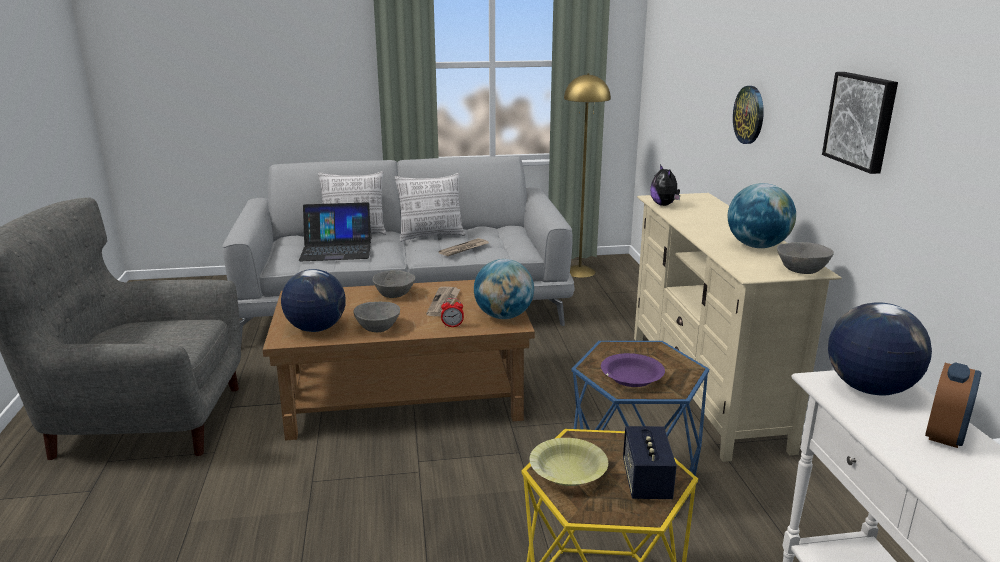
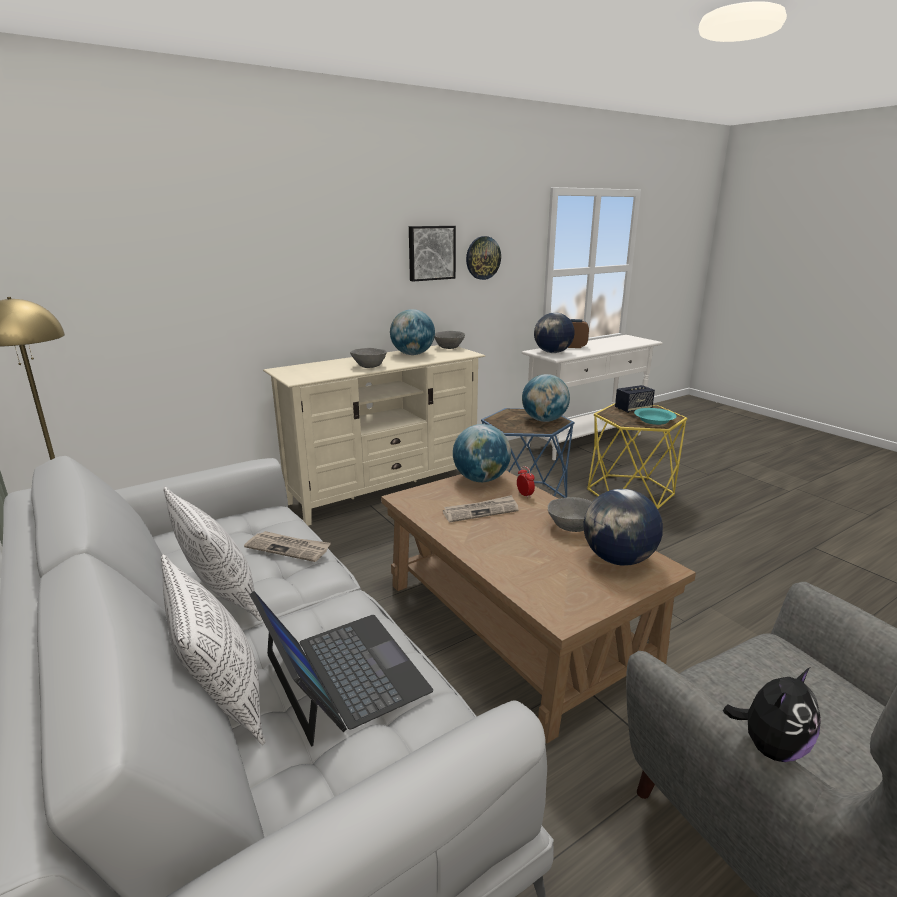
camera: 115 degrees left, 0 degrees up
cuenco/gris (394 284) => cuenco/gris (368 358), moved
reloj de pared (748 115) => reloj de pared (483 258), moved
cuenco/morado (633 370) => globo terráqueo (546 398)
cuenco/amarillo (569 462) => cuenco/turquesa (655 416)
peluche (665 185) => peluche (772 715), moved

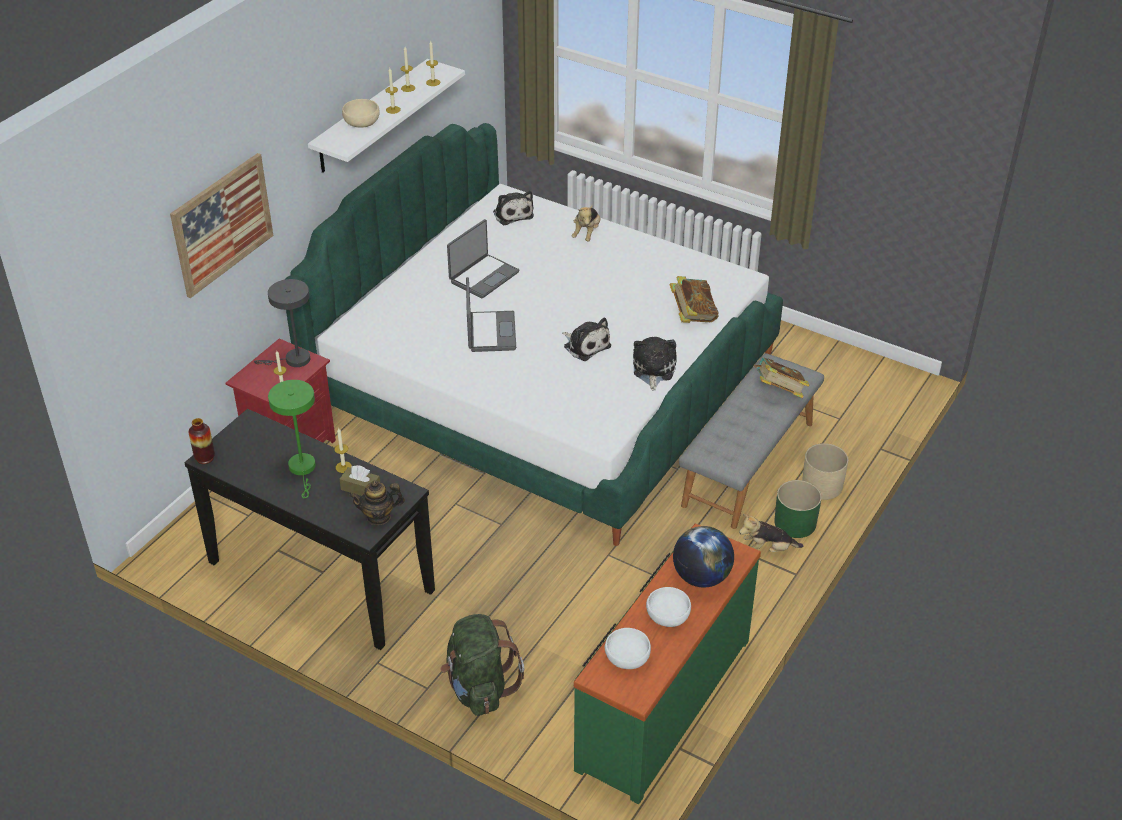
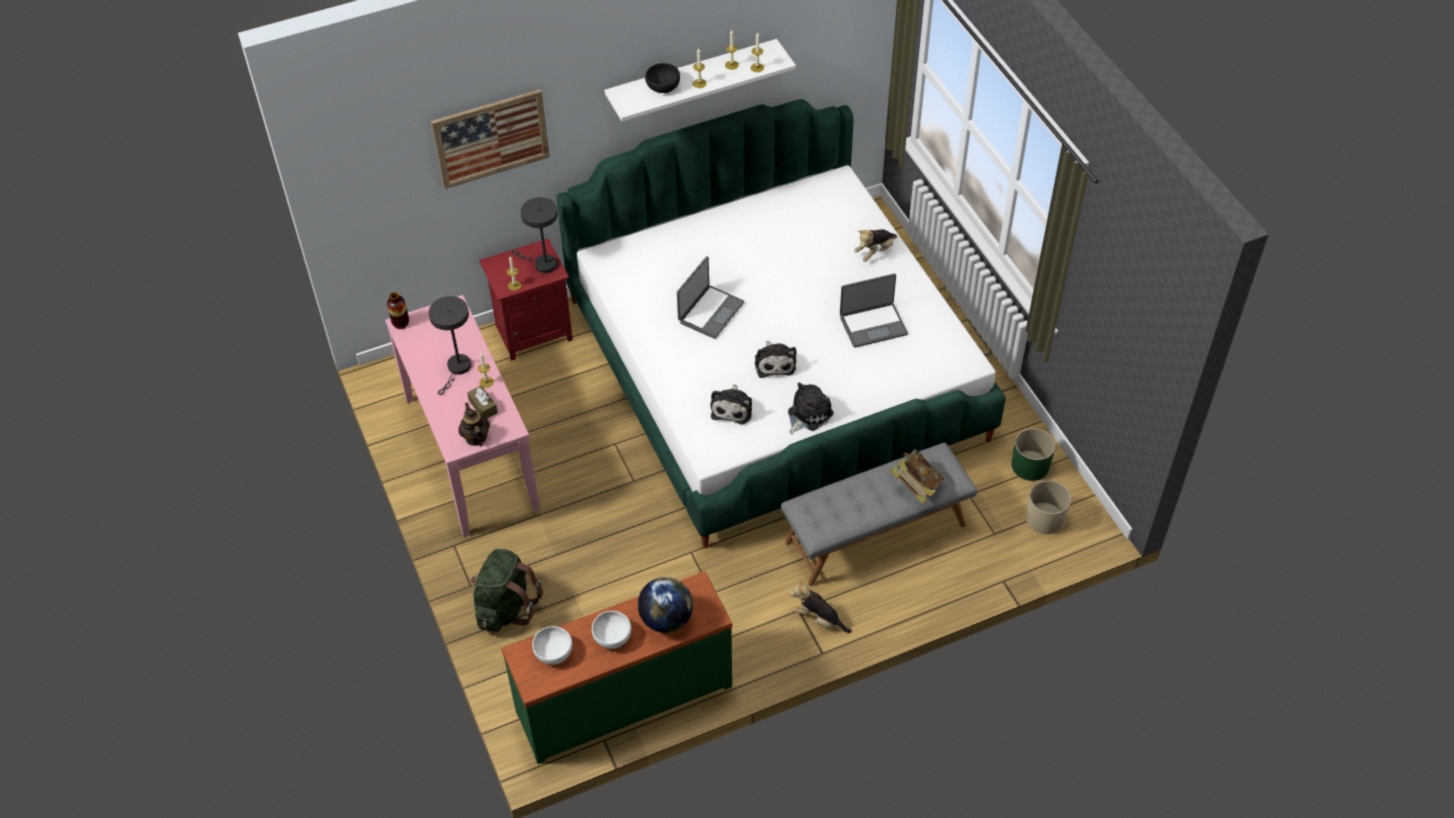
camera: 35 degrees right, 10 degrees up
mesa consola/negro (309 529) => mesa consola/rosa (462 416)
lámpara de mesa/verde (292 439) => lámpara de mesa/gris (450 345)
tetera (377 502) => tetera (474 424), 45 degrees clockwise
cuenco/beis (361 113) => cuenco/negro (662 78)
peluche (513 208) => peluche (731 405), moved
portátil (483 258) => portátil (874 310), moved
maceta/verde (798 509) => maceta/verde (1033 454), moved
maceta/beis (825 471) => maceta/beis (1048 507), moved
libro (694 299) => nothing

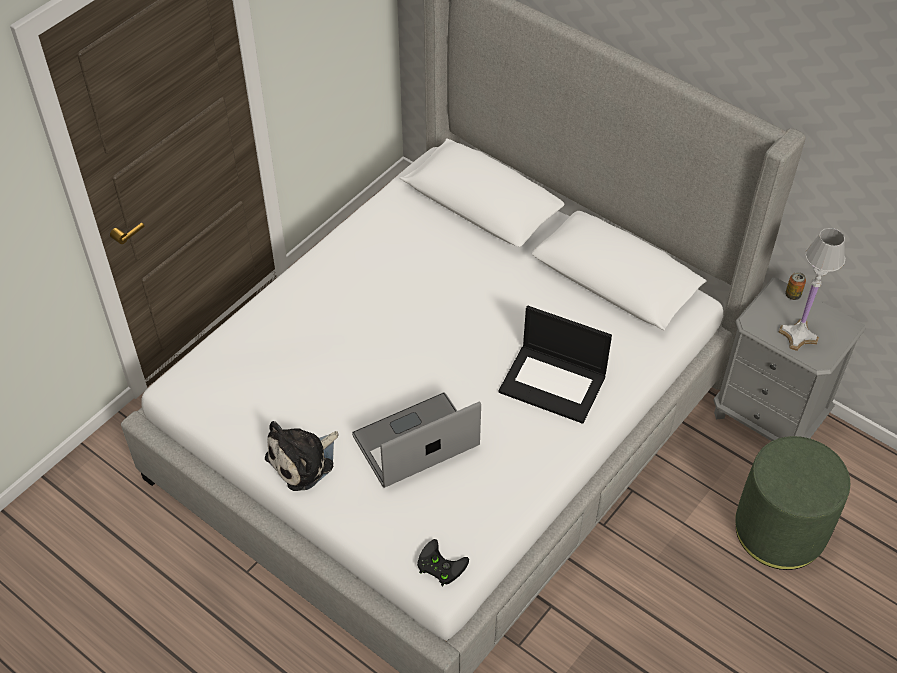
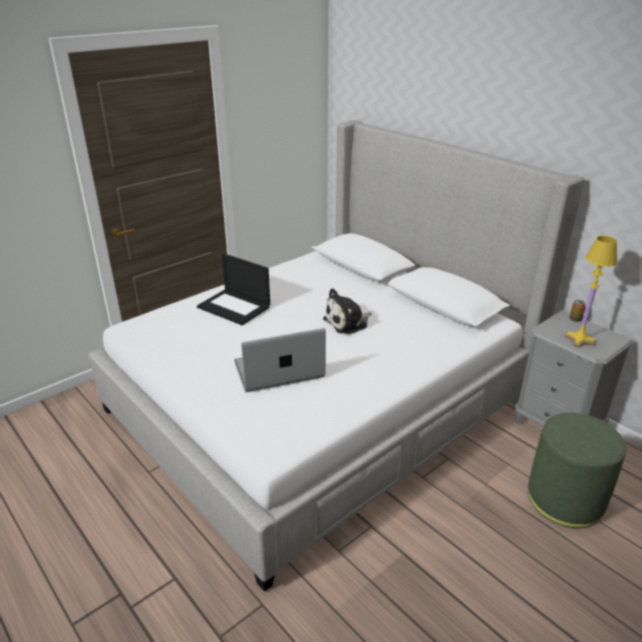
camera: 10 degrees right, 20 degrees down
portátil (555 365) => portátil (233 289), moved
peluche (301 456) => peluche (347 311), moved
lámpara de mesa/blanco (811 289) => lámpara de mesa/amarillo (591 292)
mando de consola/negro (443 562) => nothing

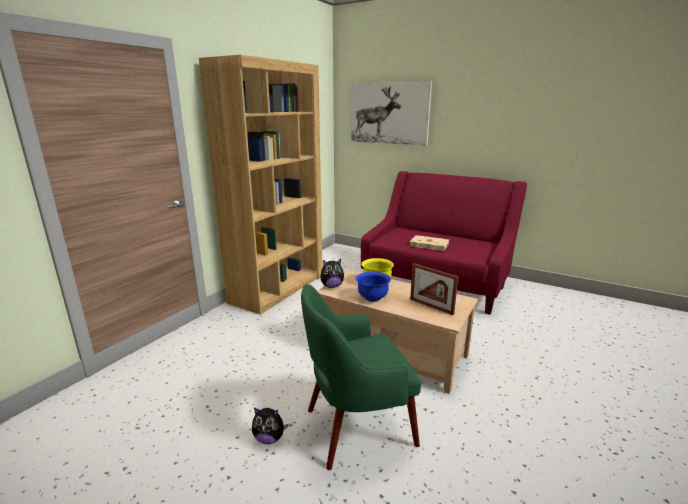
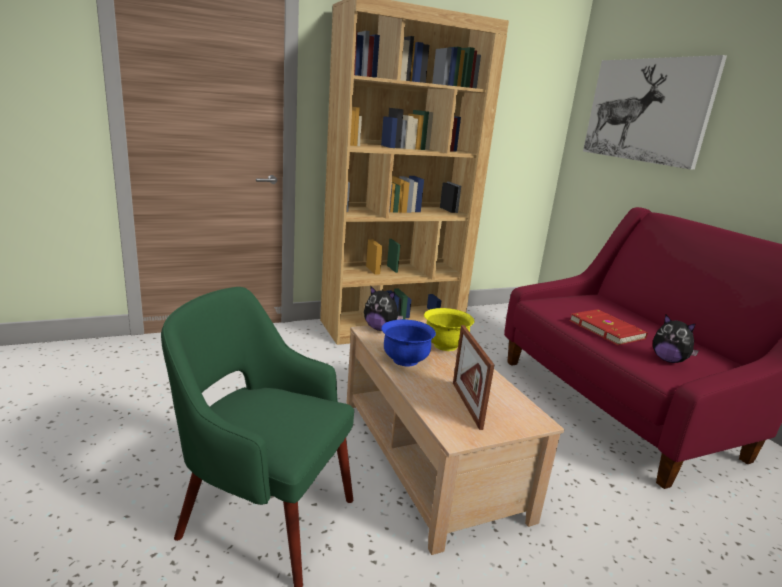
camera: 35 degrees right, 0 degrees up
libro/beis (429 243) => libro/rojo (608 327)
peluche (270 426) => peluche (676 339), moved

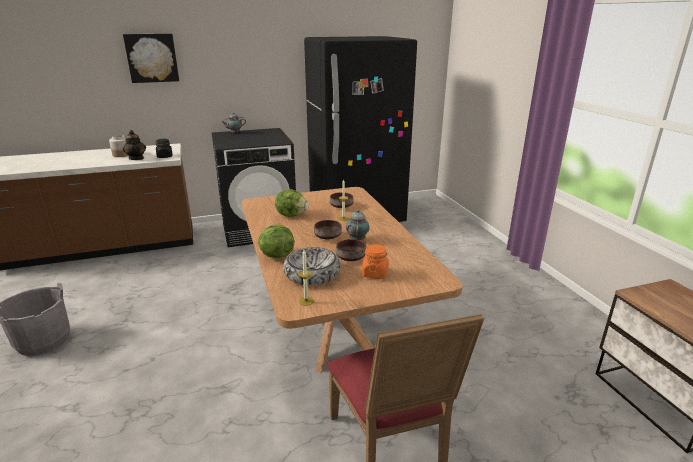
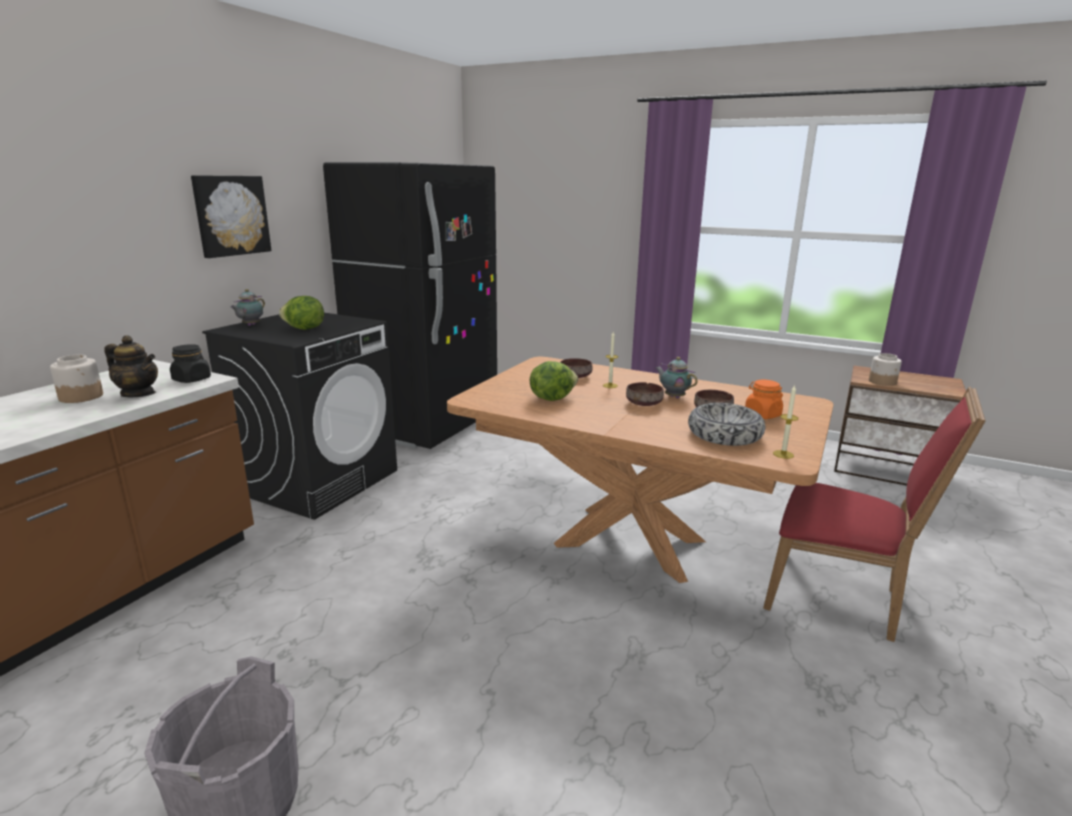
camera: 45 degrees left, 5 degrees down
cuadro (151 58) => cuadro (231 216), moved
lechuga (276 241) => lechuga (301 313), moved
nothing => tarro (885 369)

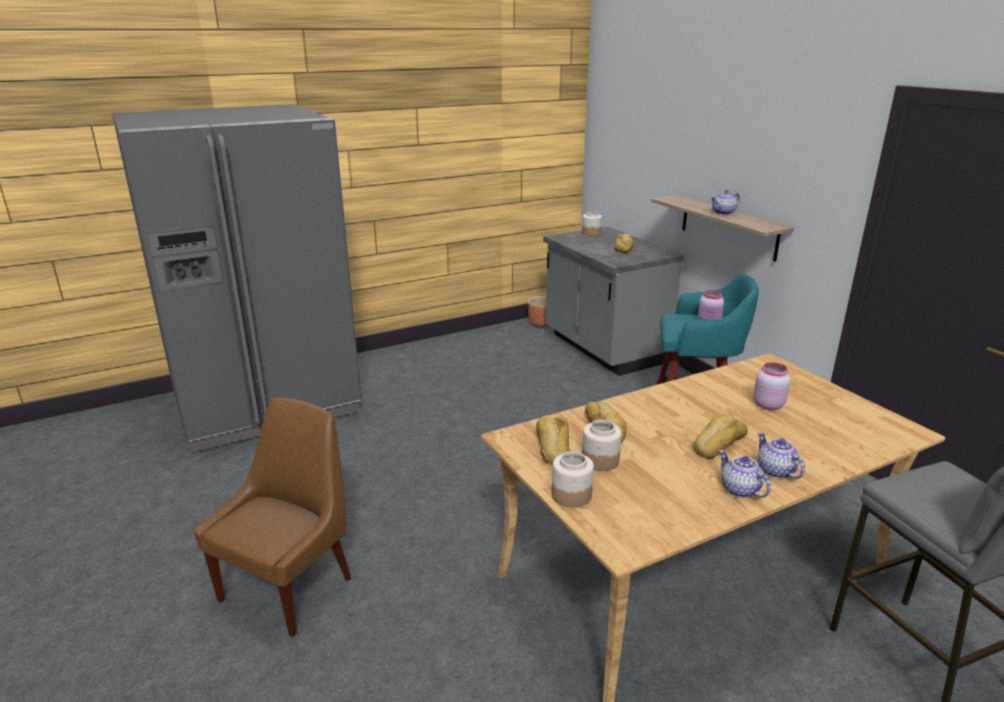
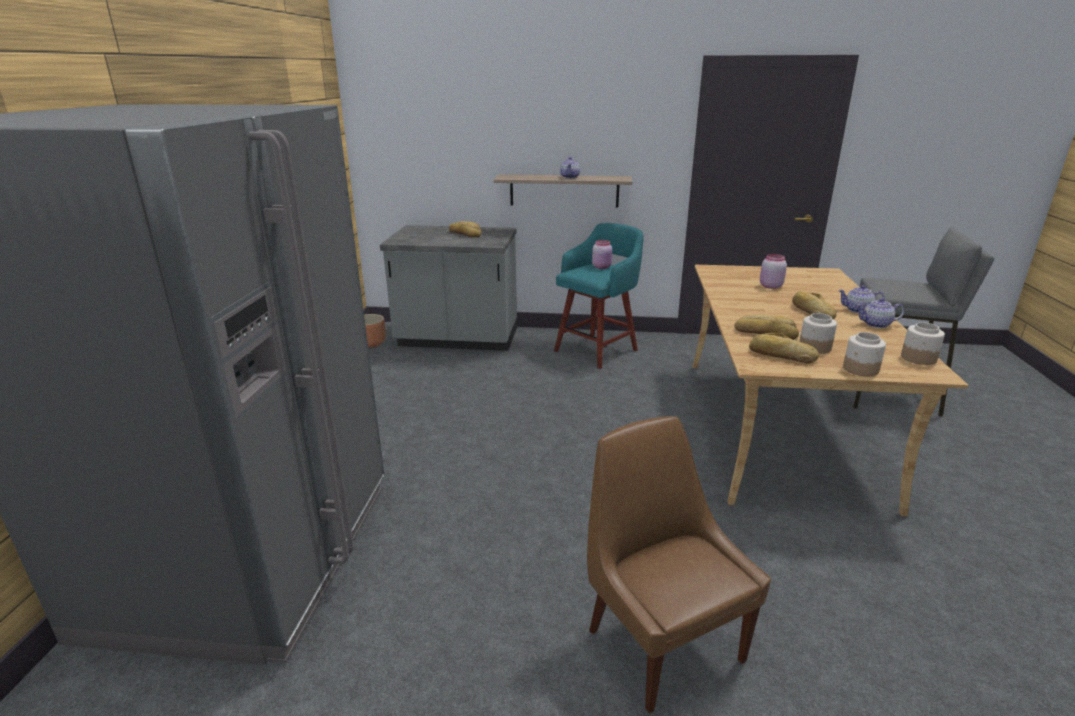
camera: 55 degrees left, 0 degrees up
tarro (592 224) => tarro (923 343), moved

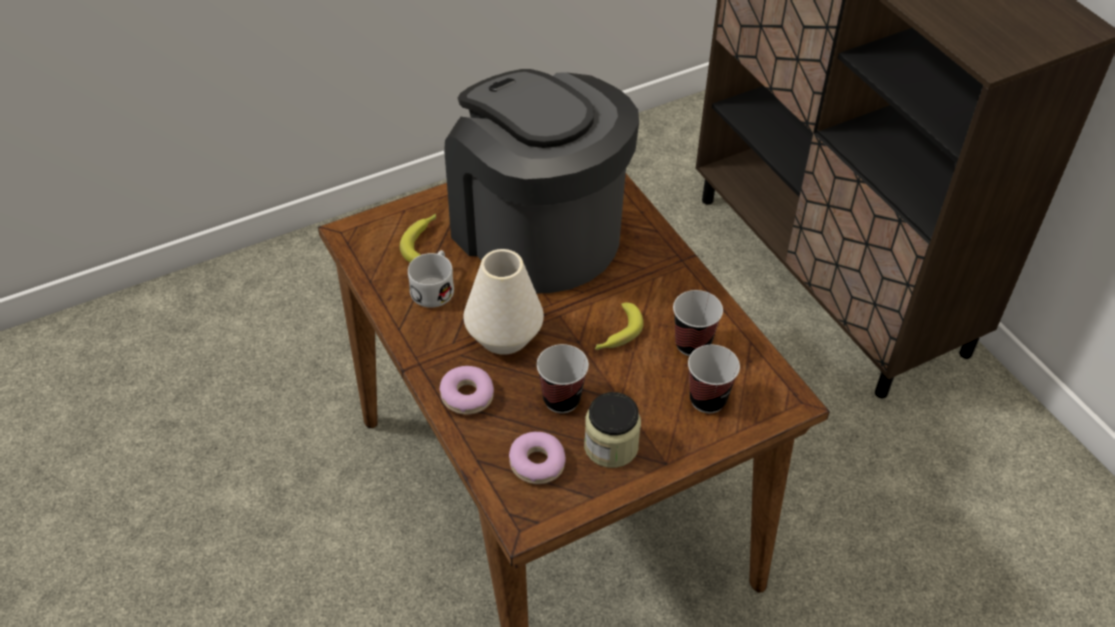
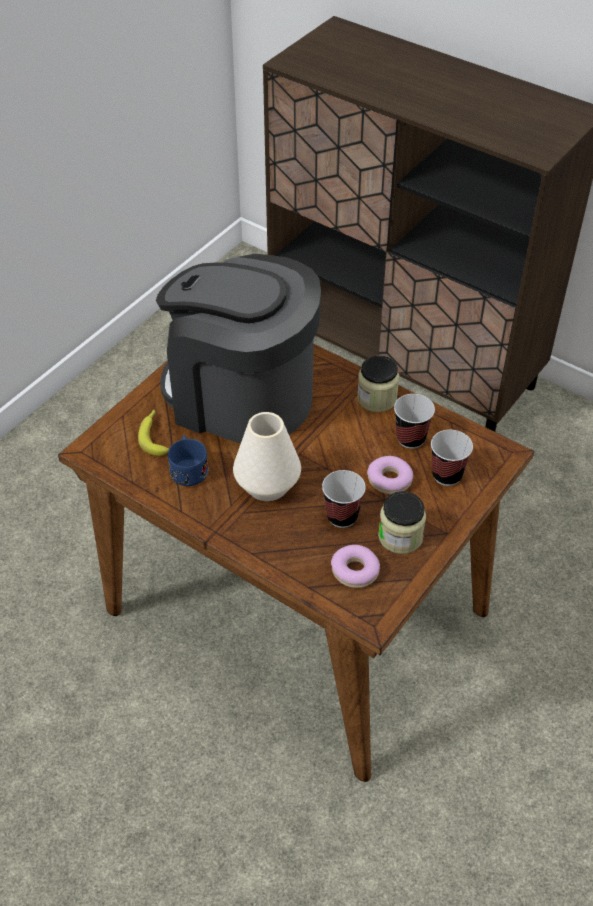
camera: 25 degrees left, 0 degrees up
taza grande/blanco (431 279) => taza grande/azul (188 460)
nothing => tarro (378 384)
rosquilla (467 390) => rosquilla (390 475), moved
plátano (619 326) => nothing

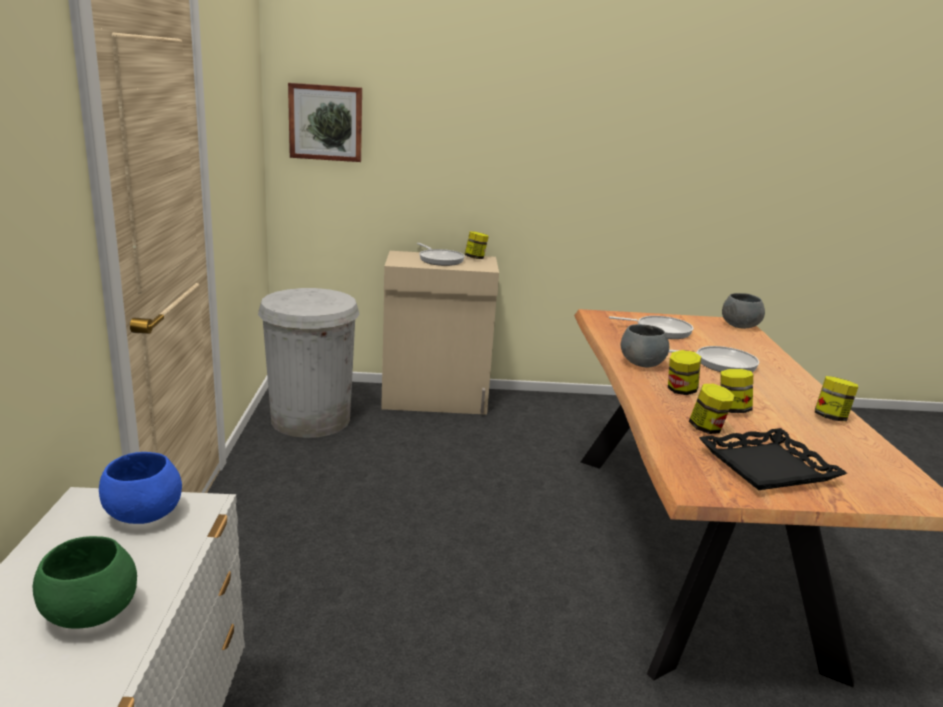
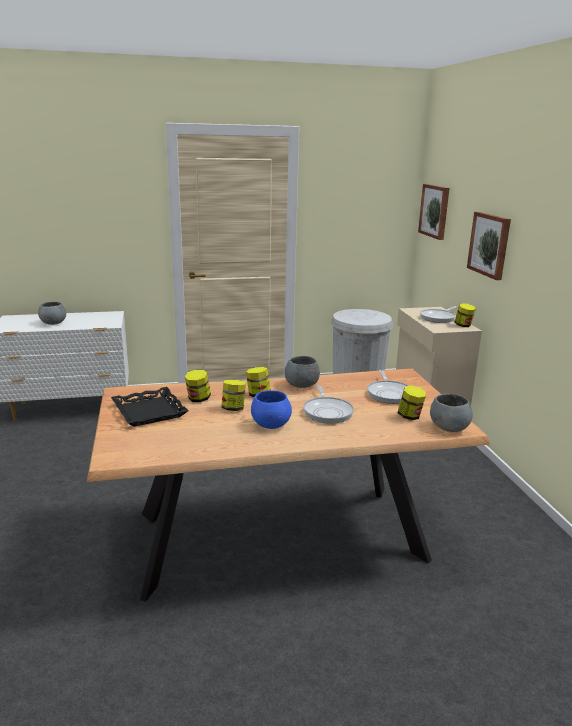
camera: 80 degrees right, 0 degrees up
cuenco/verde (85 582) => cuenco/gris (52 313)
cuenco/azul (140 488) => cuenco/azul (271 409), moved
tarro (836 398) => tarro (412 402), moved
nothing => cuadro (489 246)

